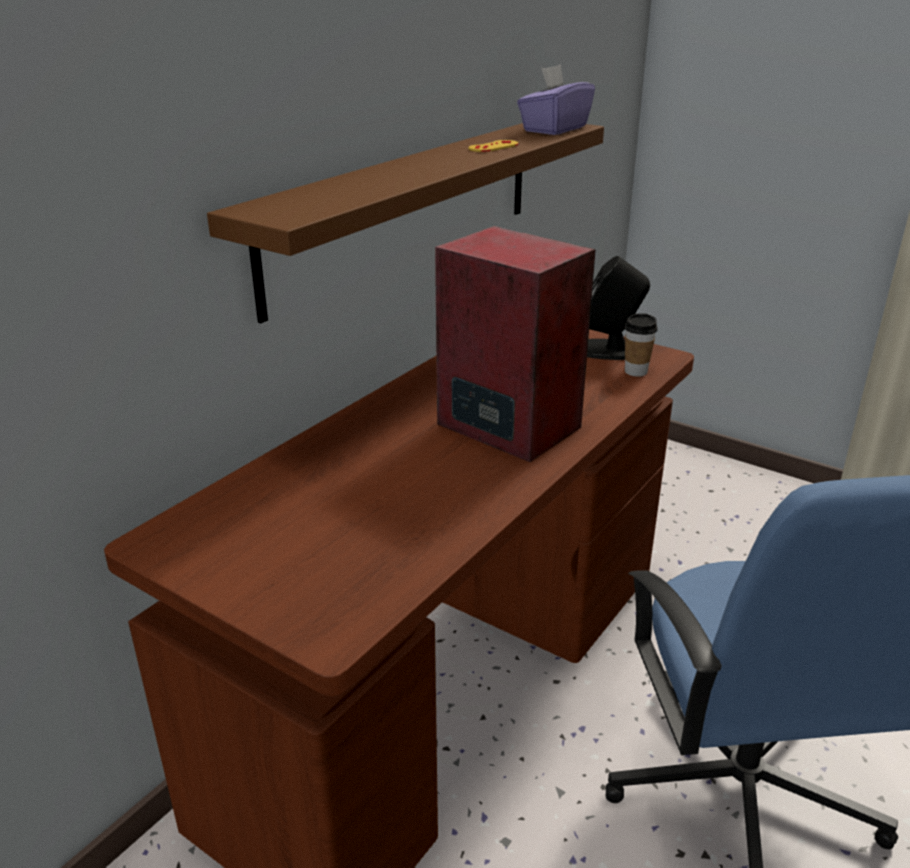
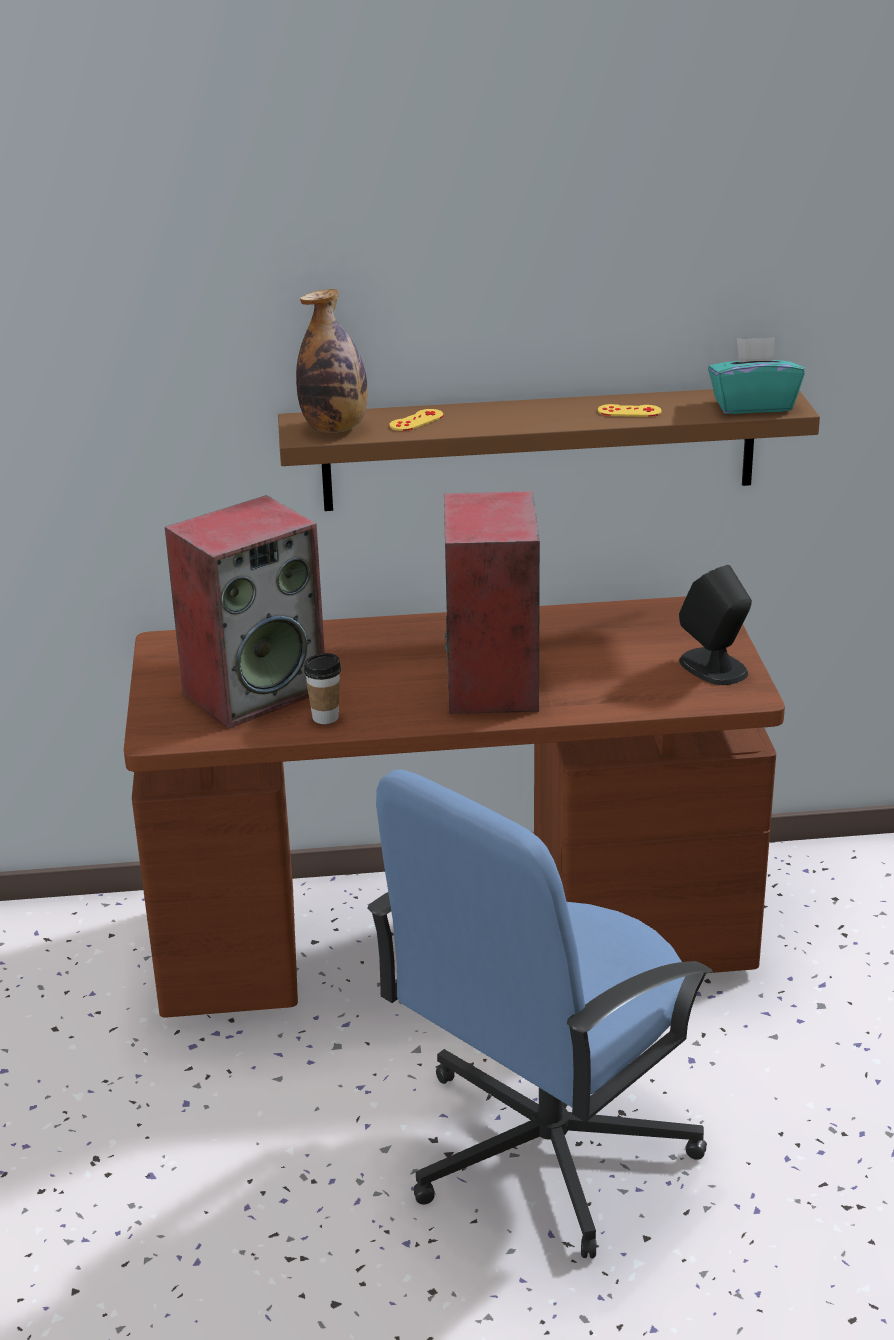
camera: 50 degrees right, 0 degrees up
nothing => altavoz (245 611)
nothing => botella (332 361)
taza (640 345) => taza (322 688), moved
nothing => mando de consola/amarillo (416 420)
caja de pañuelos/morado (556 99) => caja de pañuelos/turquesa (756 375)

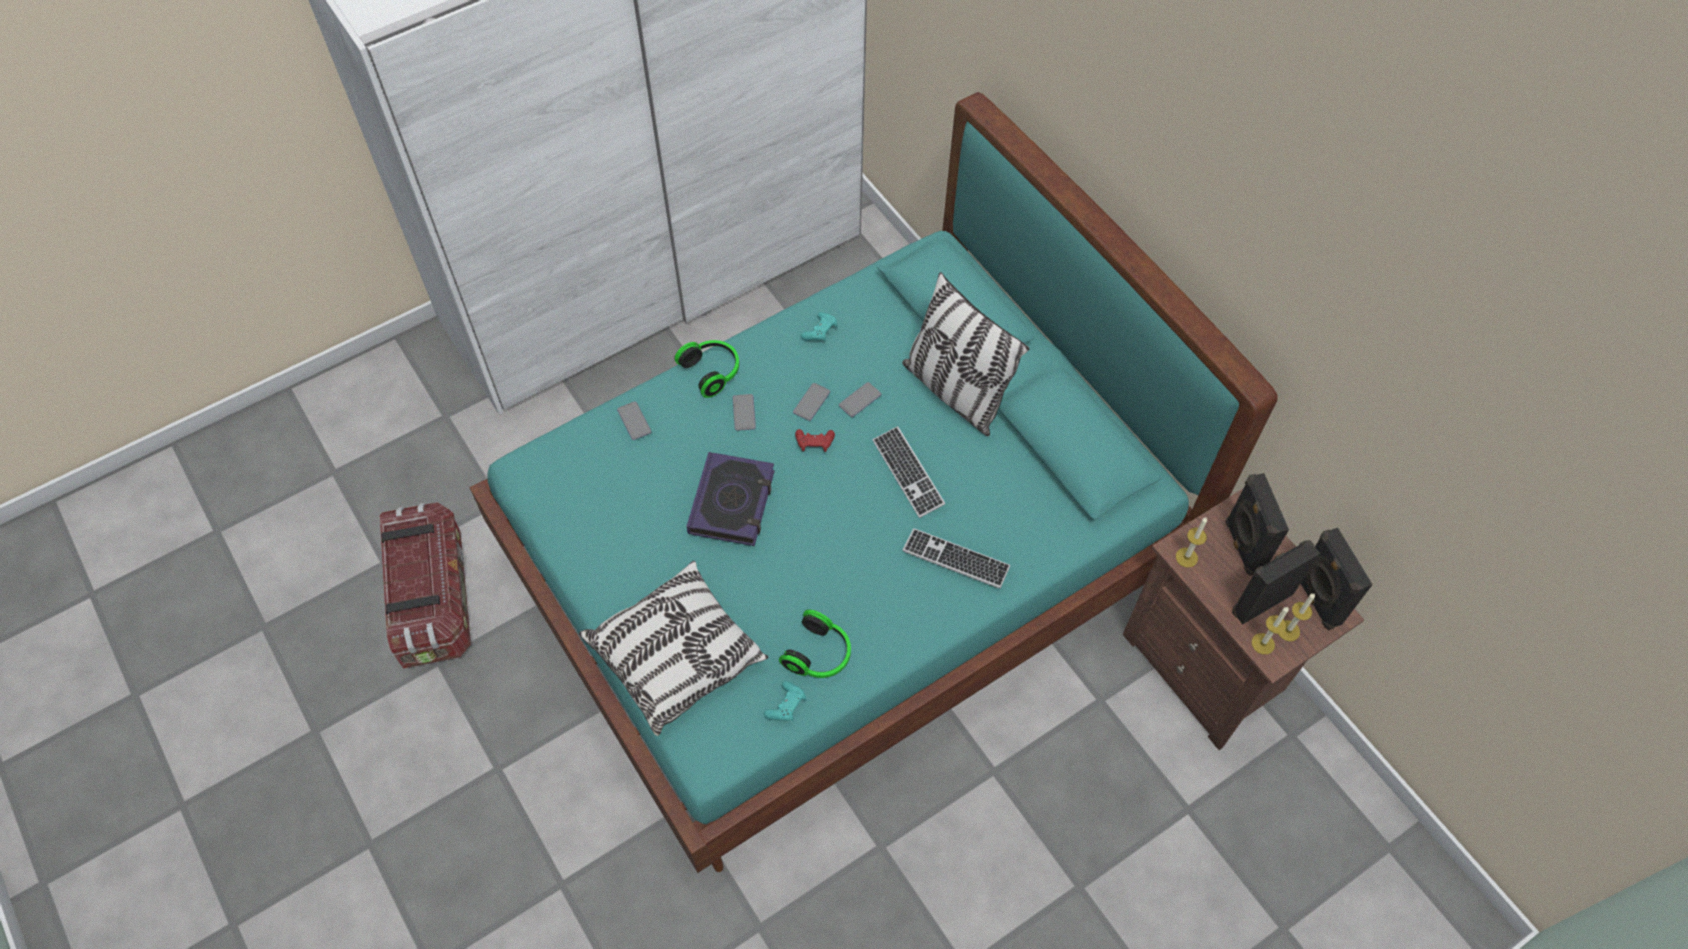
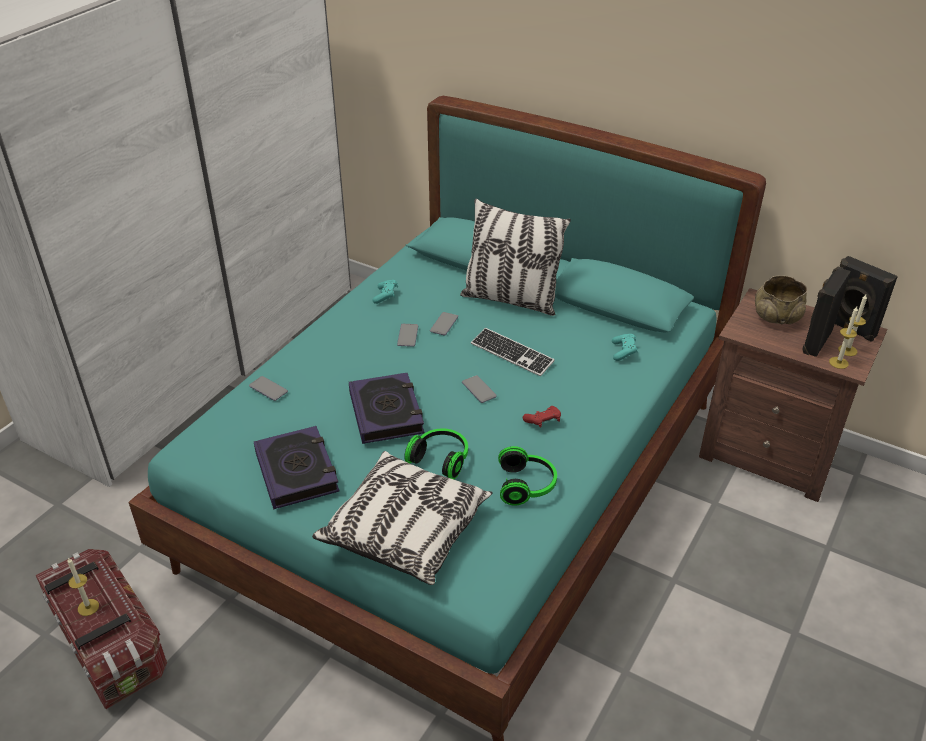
camera: 25 degrees left, 20 degrees down
vela (1191 543) => vela (83 586), moved
nothing => libro (296 467)
auriculares (706 369) => auriculares (436 454), moved
móvil (744 412) => móvil (479 389), moved
mando de consola/rojo (815 440) => mando de consola/rojo (542 416), moved
mando de consola/turquesa (785 701) => mando de consola/turquesa (624 347), moved
altavoz/negro (1257 524) => cuenco/beis (781 299)
teclado (956 558) => nothing

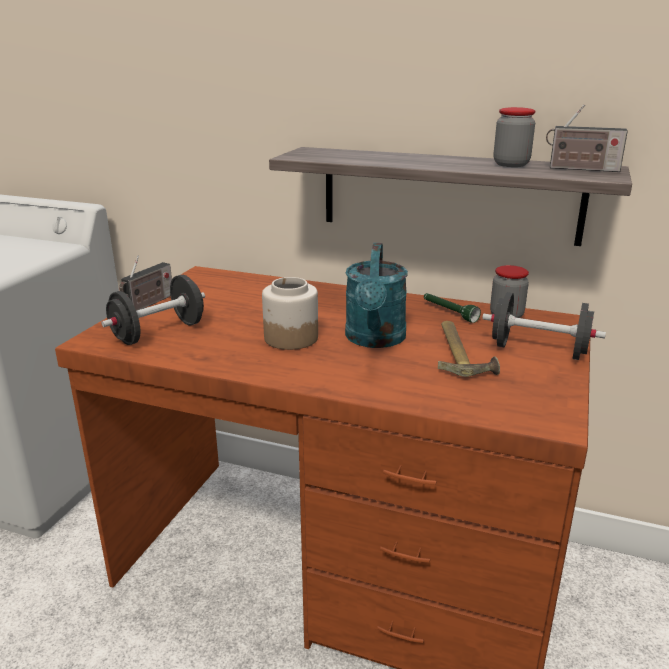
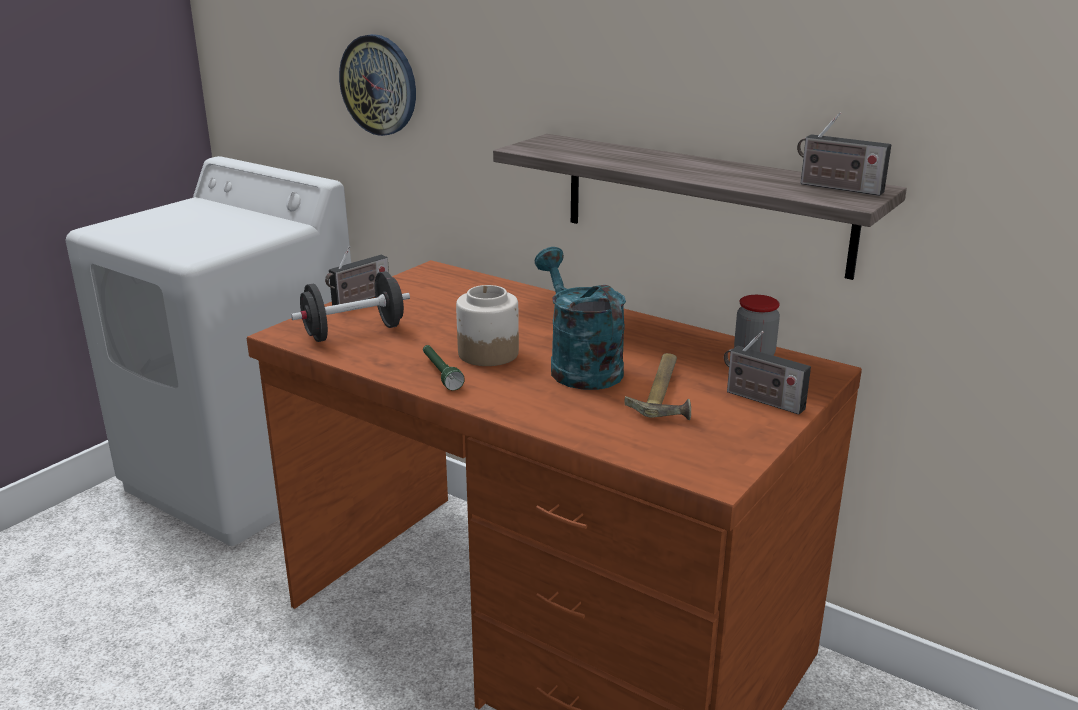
camera: 15 degrees right, 0 degrees up
nothing => reloj de pared (377 85)
linterna/verde (452 308) => linterna/verde (444 368), moved
regadera/turquesa (376 295) => regadera/turquesa (580 318), 135 degrees clockwise
mancuerna/negro (544 326) => radio (767 373)
tarro (514 137) => nothing

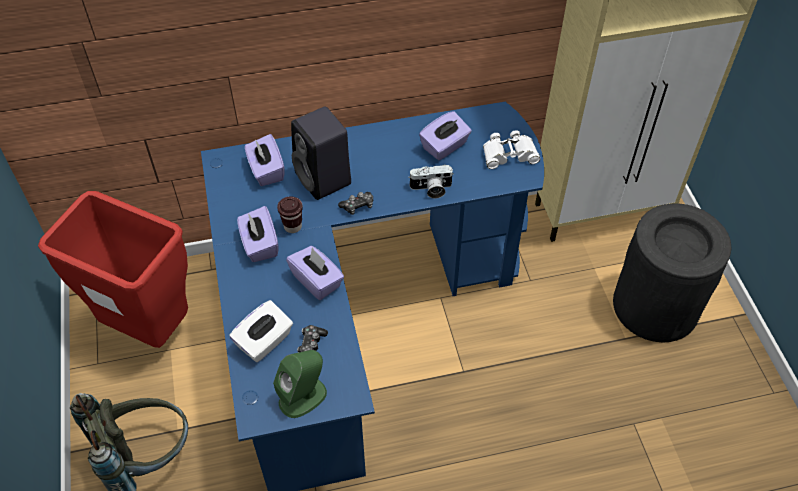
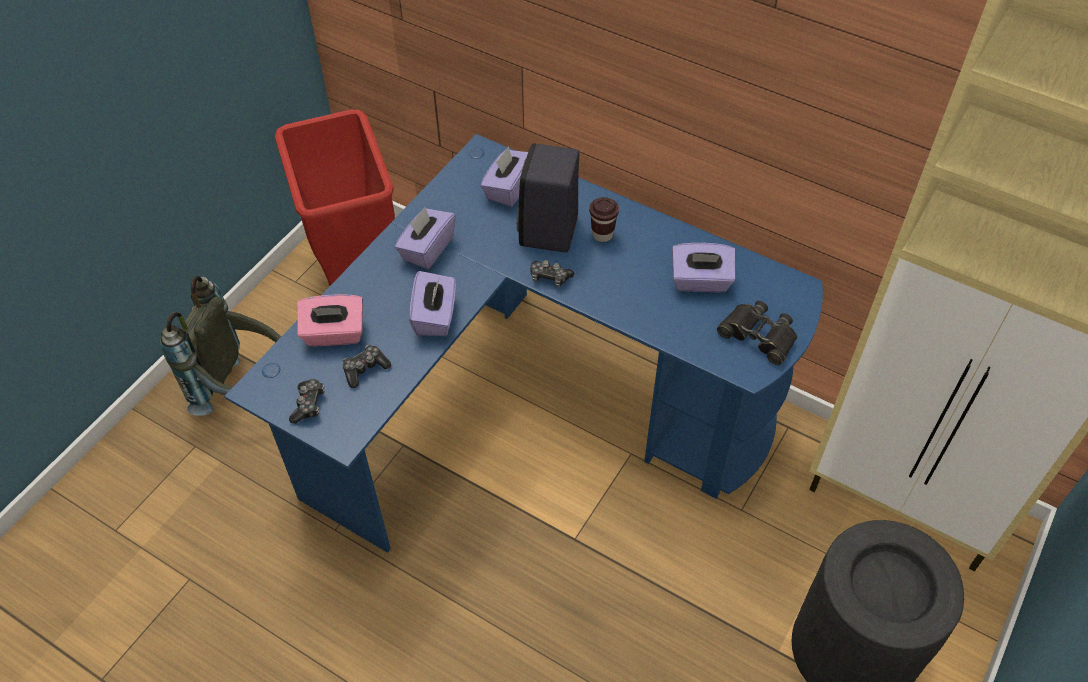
camera: 45 degrees right, 0 degrees up
altavoz/verde (300 384) => mando de consola (306 401)
caja de pañuelos/blanco (261 331) => caja de pañuelos/rosa (330 320)
taza/marrón (290 215) => taza/marrón (604 219), moved
prismáticos/blanco (511 149) => prismáticos/negro (757 333)
cámara (431 181) => nothing

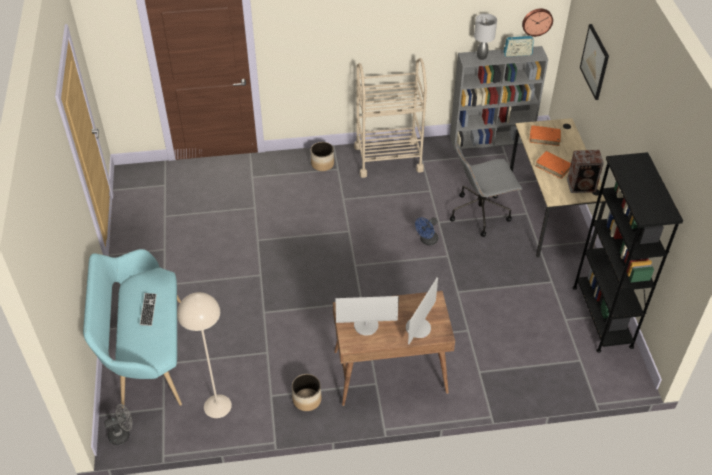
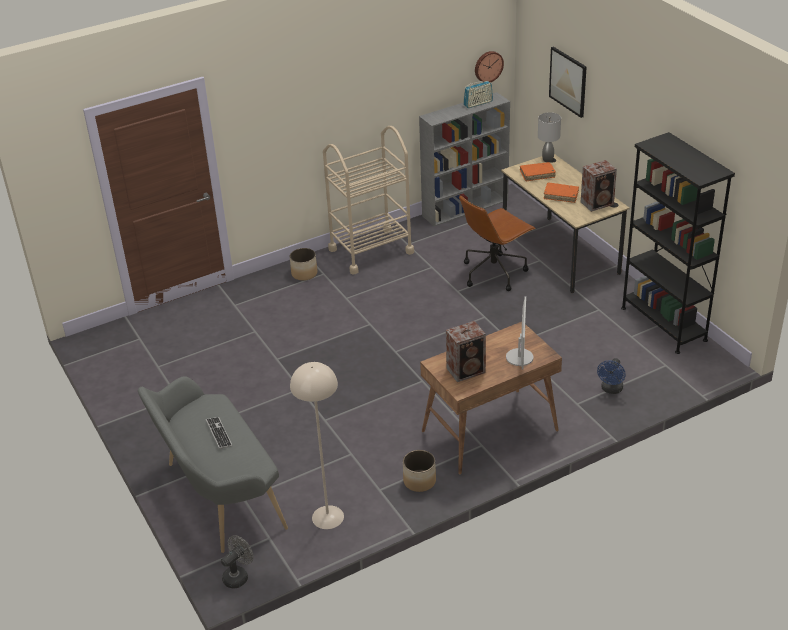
camera: 20 degrees left, 10 degrees down
banco/turquesa (132 328) => banco/gris (213 464)
monitor (367 316) => altavoz (466 351)
silla de oficina/gris (486 190) => silla de oficina/marrón (497 243)
lámpara de mesa/gris (485 36) => lámpara de mesa/gris (549 137), moved
ventilador/azul (426 231) => ventilador/azul (611 376), moved

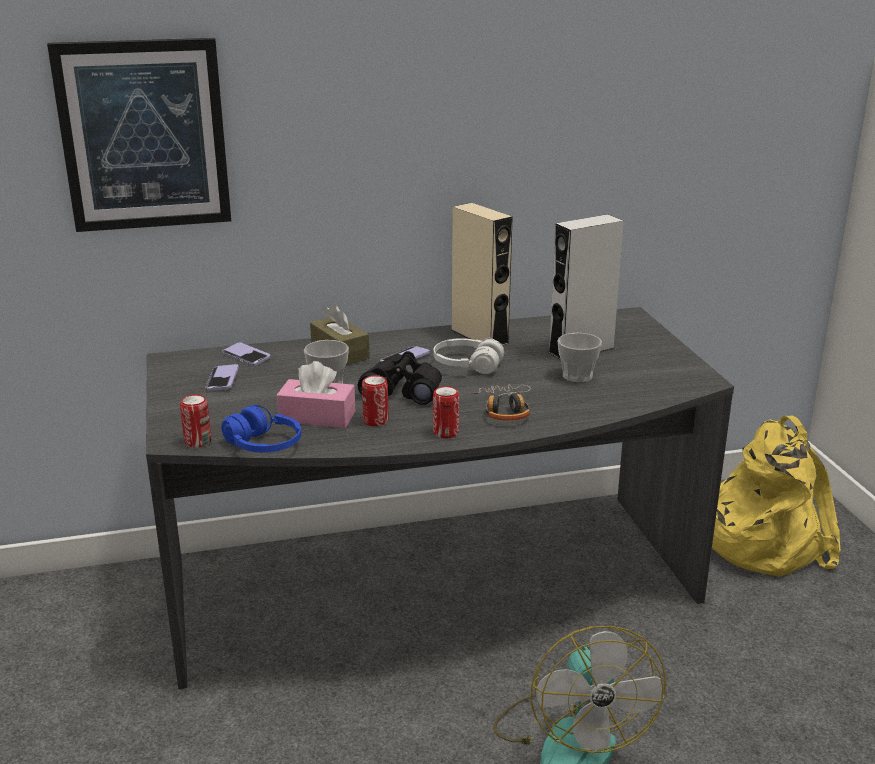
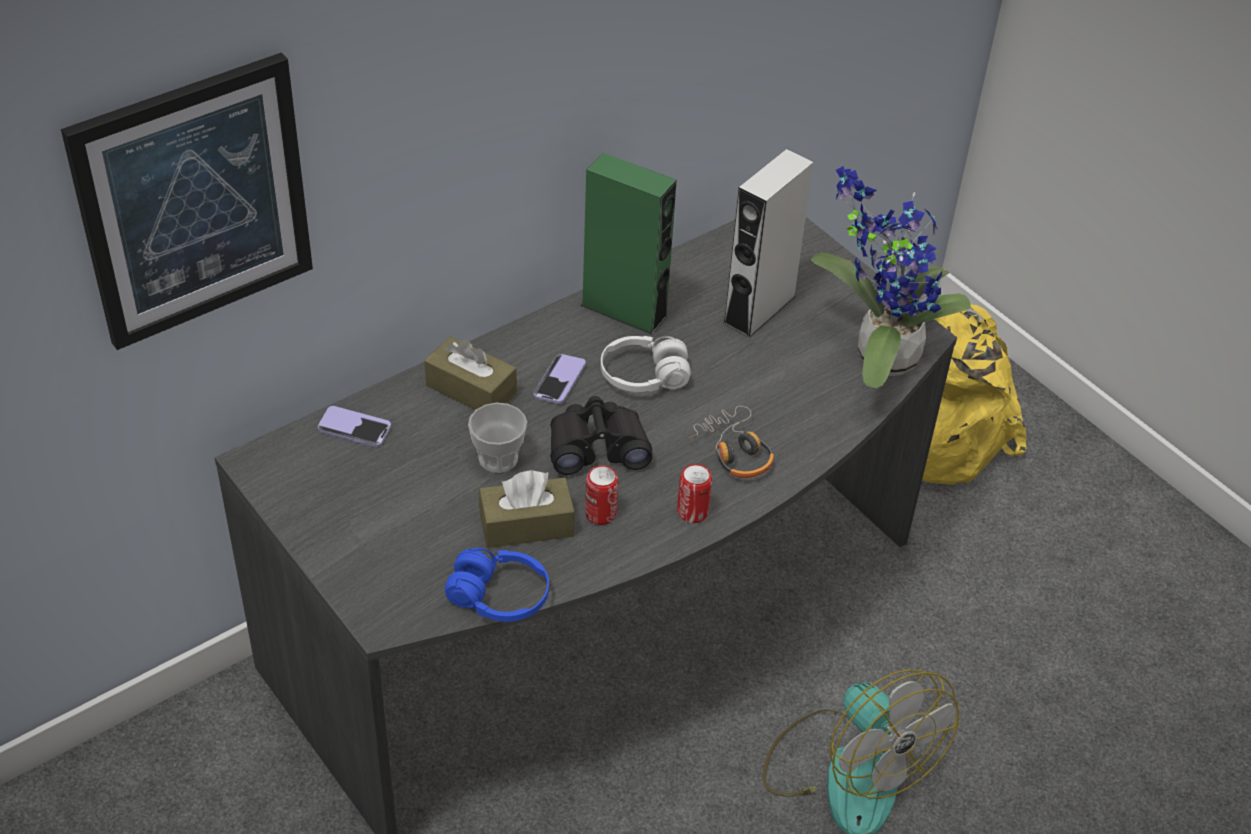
camera: 25 degrees left, 20 degrees up
caja de pañuelos/rosa (316 394) => caja de pañuelos/marrón (527 509)
altavoz/beis (482 274) => altavoz/verde (628 244)
nothing => planta en maceta (891 277)
lata (195 421) => nothing
móvil (222 377) => nothing
taza (580 358) => nothing

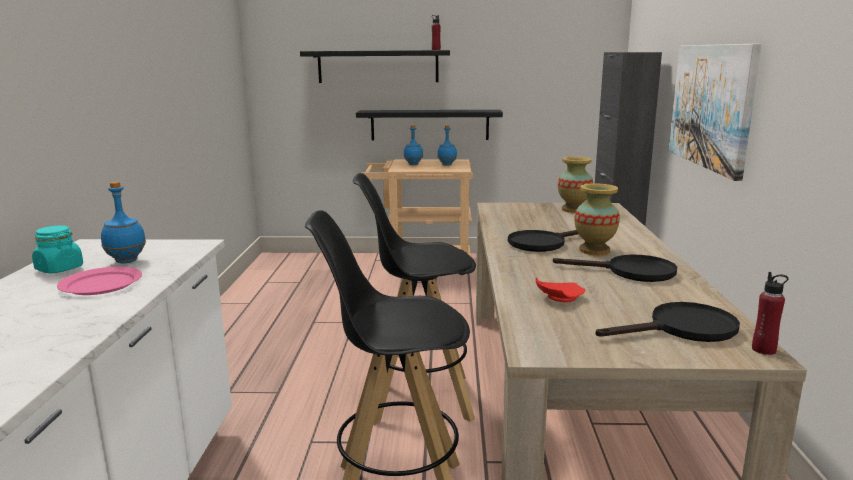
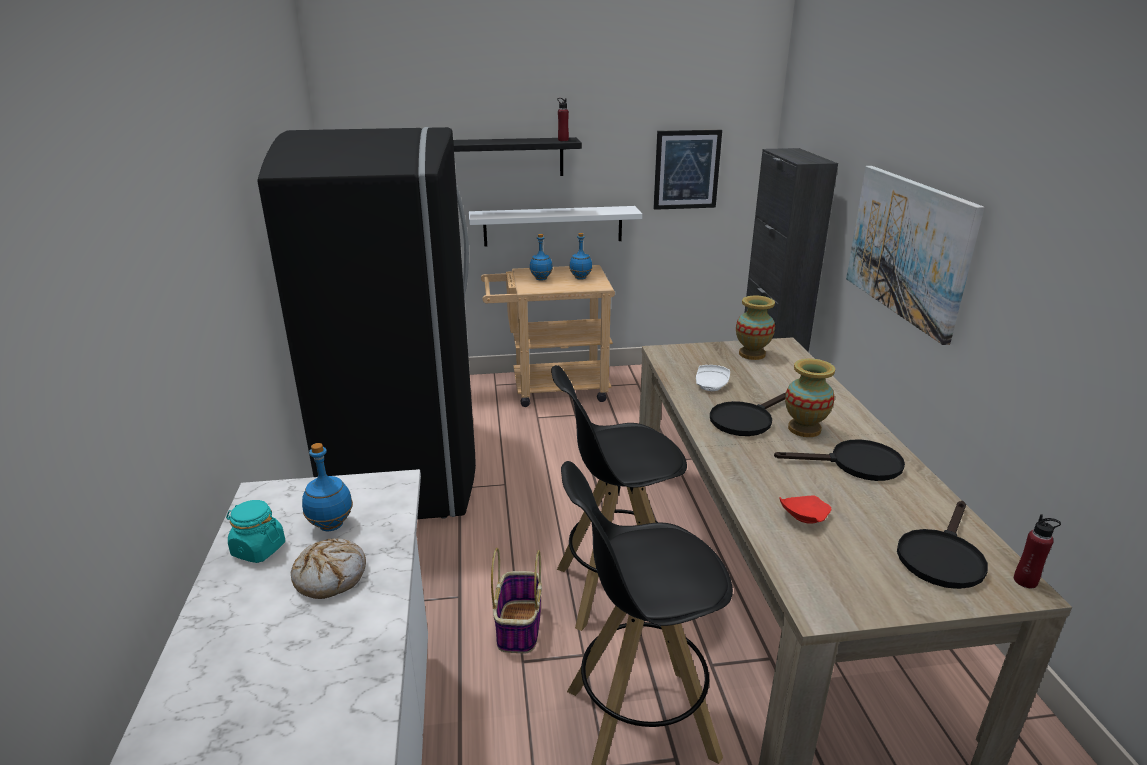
camera: 10 degrees left, 10 degrees up
nothing => nevera/negro (366 323)
plato/rosa (99 281) => pan (328 568)
estante/negro (429 125) => estante/blanco (555 226)
nothing => cesta (516 600)
nothing => cuadro (687 170)
nothing => plato/blanco (713 378)
sartén/negro (668 322) => sartén/negro (942 545), 150 degrees clockwise

